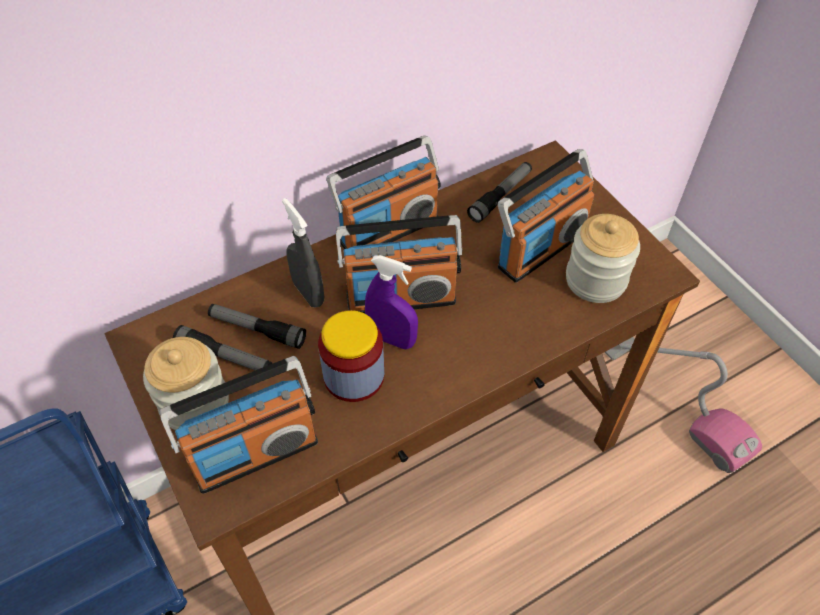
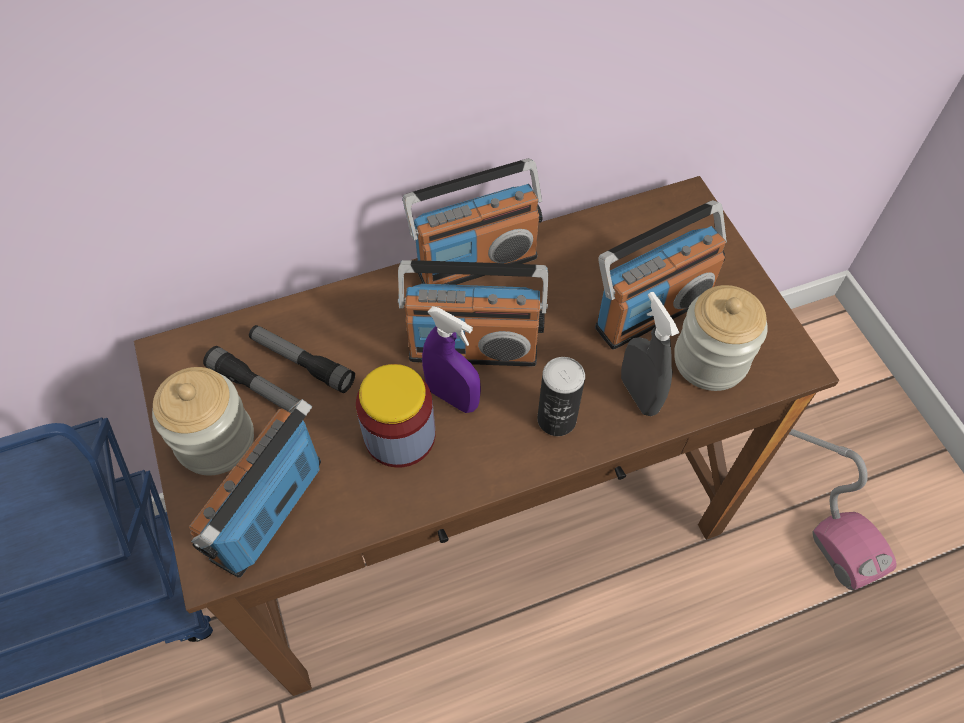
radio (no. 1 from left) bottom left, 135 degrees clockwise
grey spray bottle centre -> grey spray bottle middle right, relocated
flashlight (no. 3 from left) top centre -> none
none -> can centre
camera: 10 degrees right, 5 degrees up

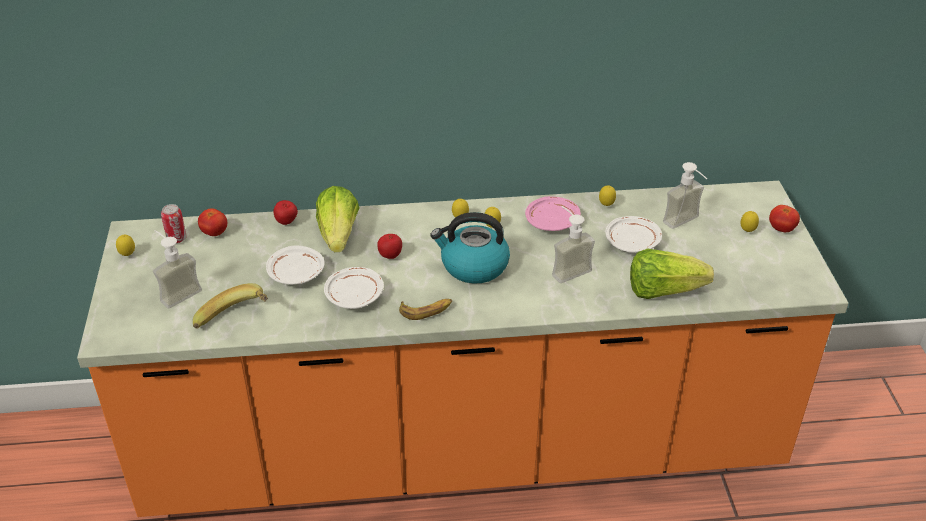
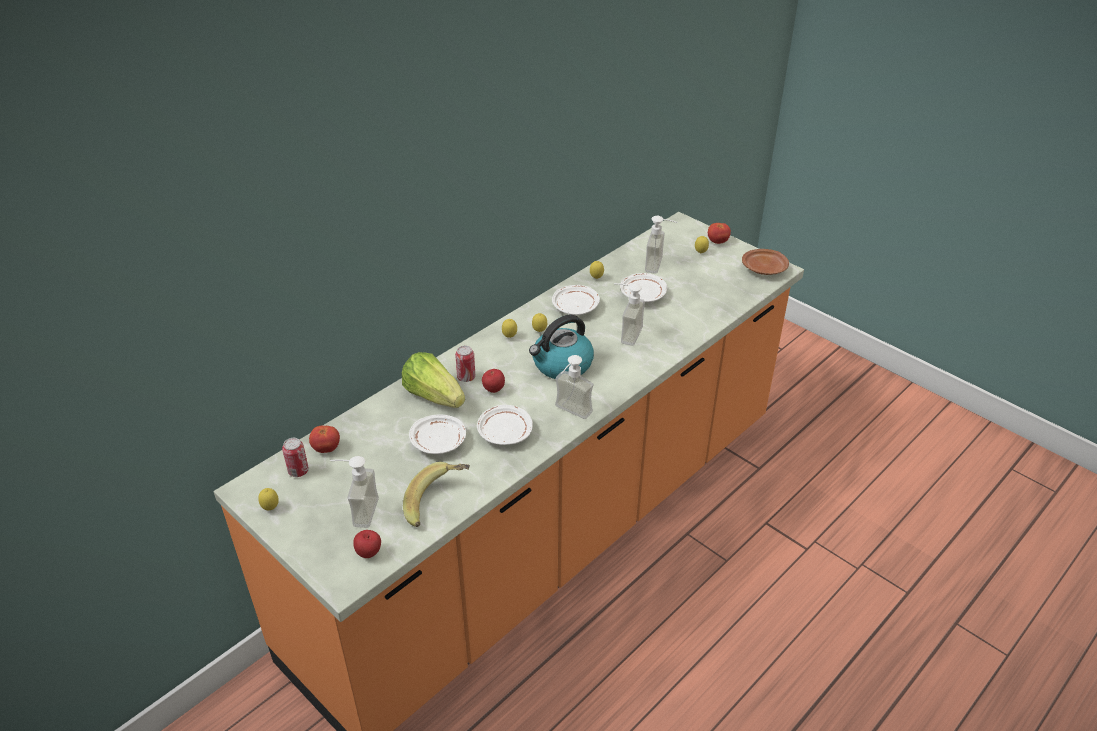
apple (no. 1 from left) middle left -> apple (no. 1 from left) bottom centre, relocated
banana (no. 2 from left) centre -> soap dispenser (no. 2 from left) centre
pink plate centre -> white plate (no. 3 from left) centre
lettuce (no. 2 from left) middle right -> none
none -> can (no. 2 from left) centre
none -> brown plate middle right
camera: 40 degrees left, 0 degrees up

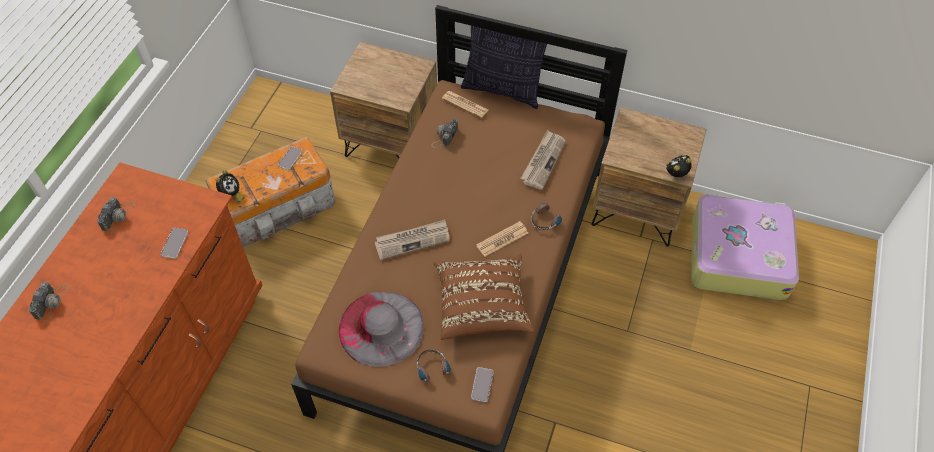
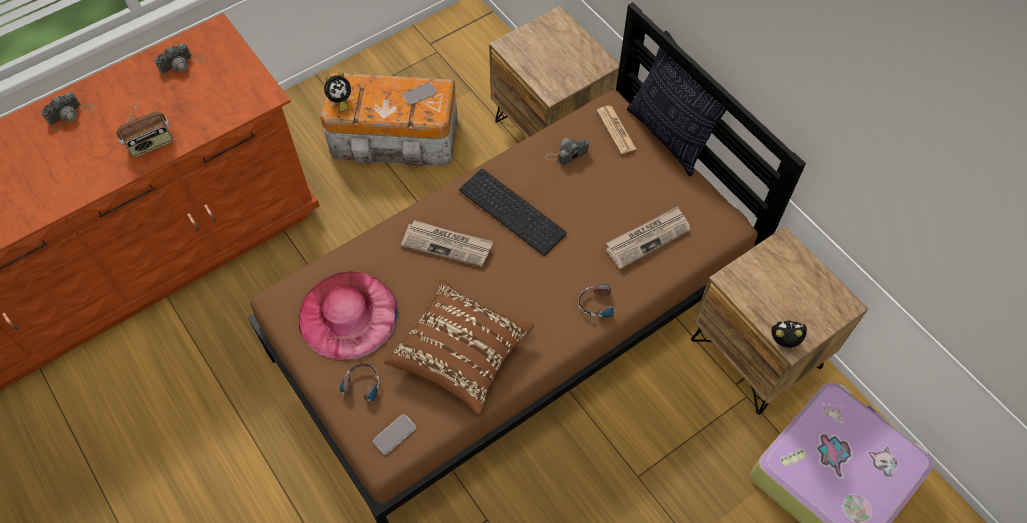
phone (no. 1 from left) middle left -> none
grey hat bottom centre -> pink hat centre
newspaper (no. 3 from left) centre -> none
none -> radio top left
none -> keyboard centre
camera: 35 degrees right, 5 degrees up

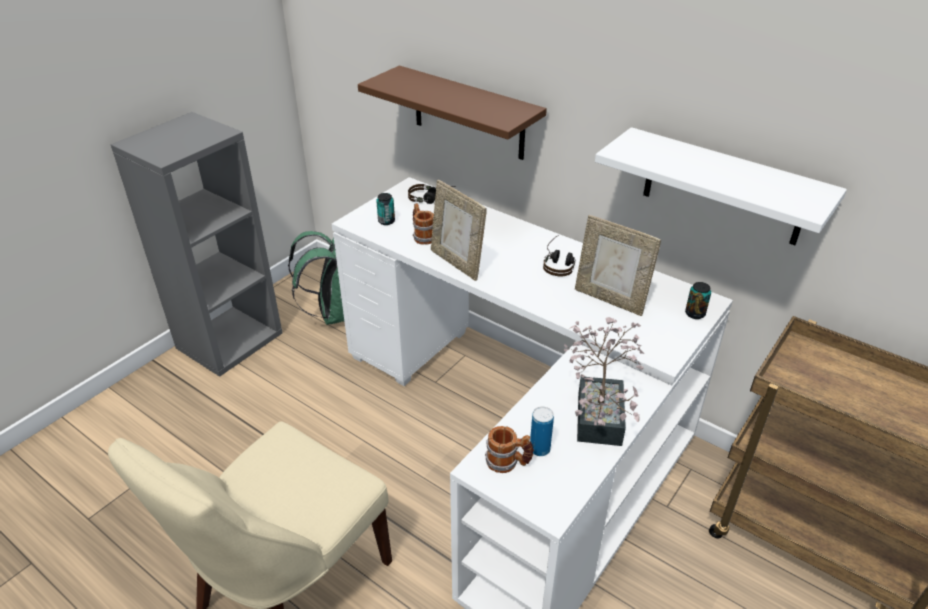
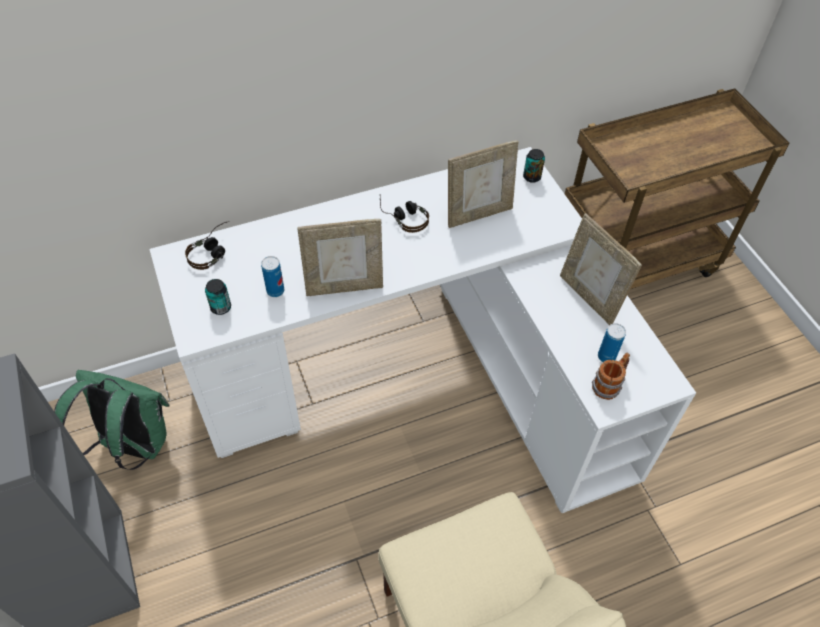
brown shelf top centre -> none
mug (no. 1 from left) centre -> can (no. 2 from left) middle left
potted plant centre -> picture frame (no. 3 from left) middle right
white shelf top right -> none
camera: 60 degrees left, 15 degrees up

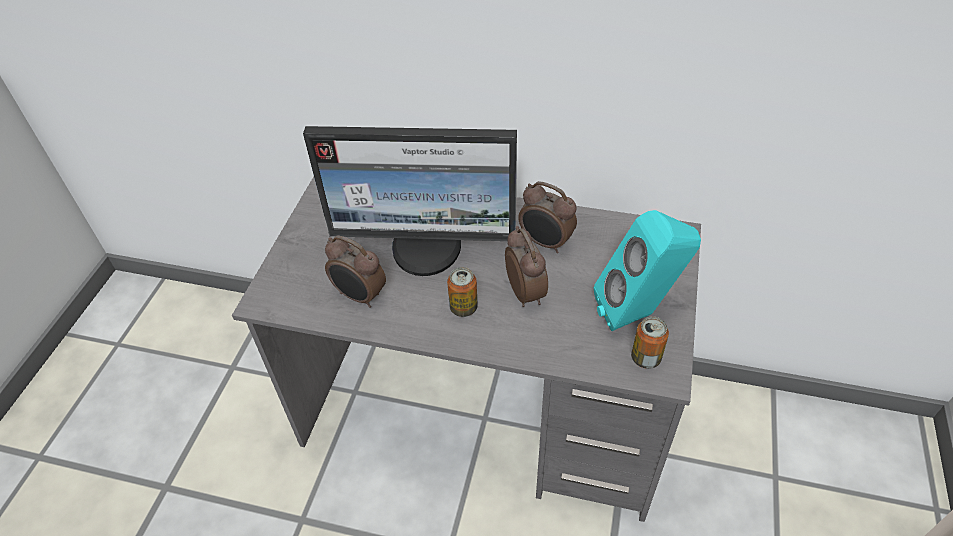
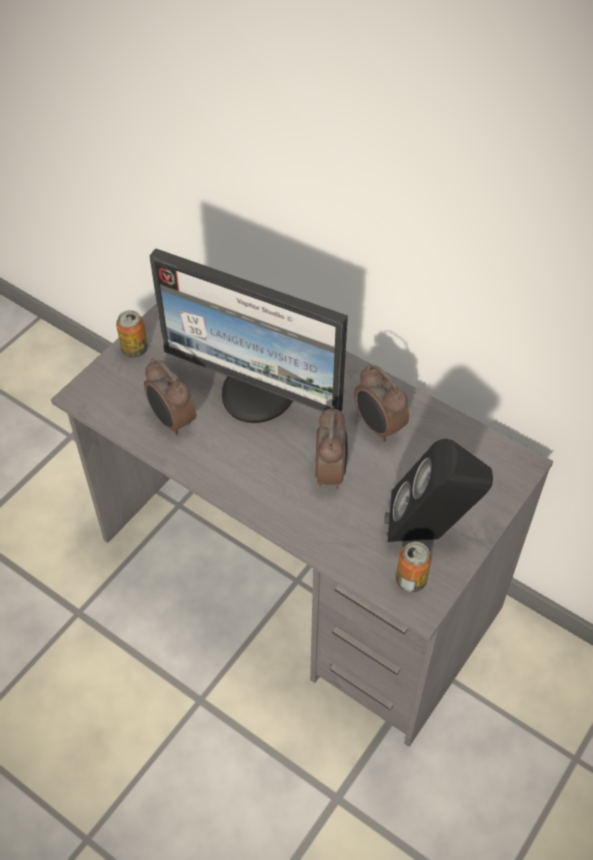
can (no. 1 from left) centre -> can (no. 1 from left) middle left, relocated
turquoise speaker middle right -> black speaker middle right
camera: 20 degrees right, 5 degrees up

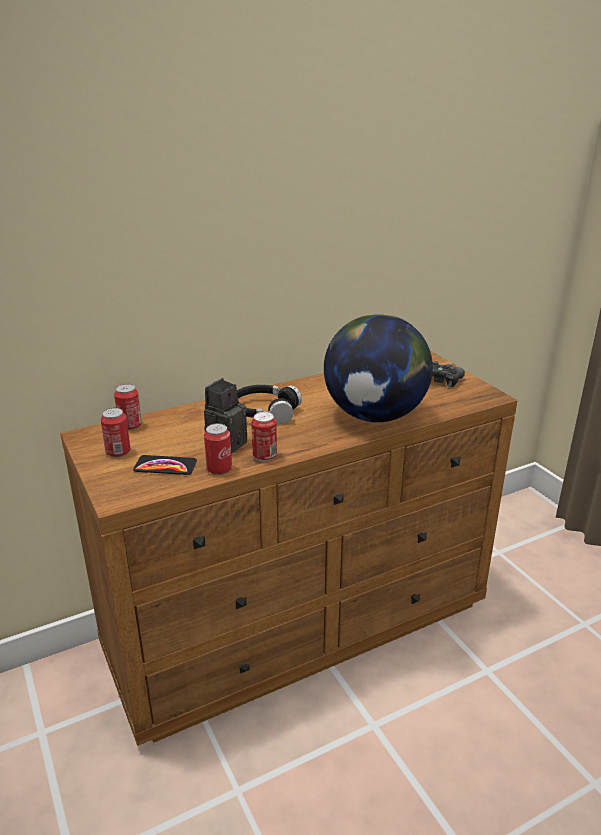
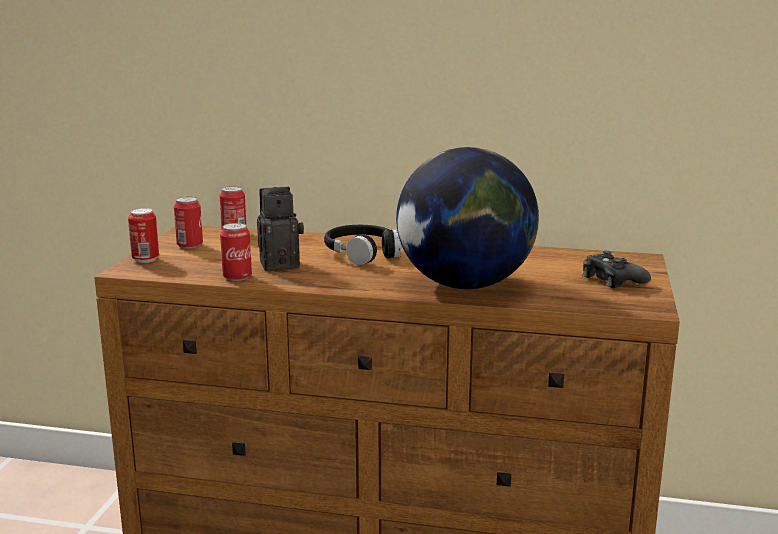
phone middle left -> none
can (no. 4 from left in the first image) centre -> can (no. 1 from left) middle left, relocated
camera: 40 degrees right, 10 degrees down

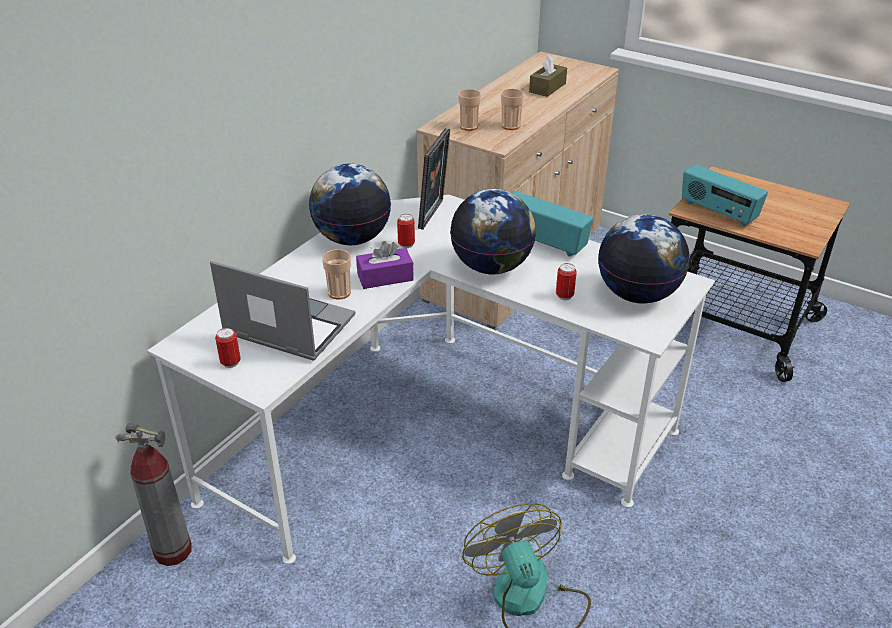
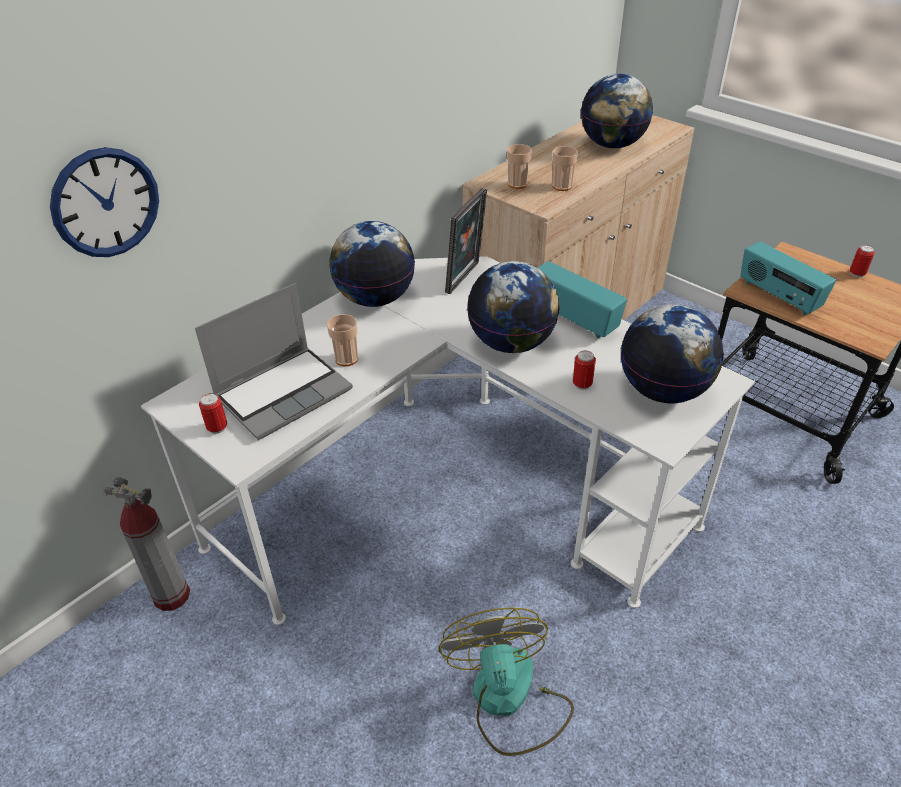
laptop middle left, 105 degrees clockwise
purple tissue box centre -> none
can (no. 2 from left in the first image) centre -> can (no. 3 from left) top right, relocated
brown tissue box top centre -> globe (no. 3 from left) top right
none -> wall clock top left
camera: 10 degrees right, 5 degrees up

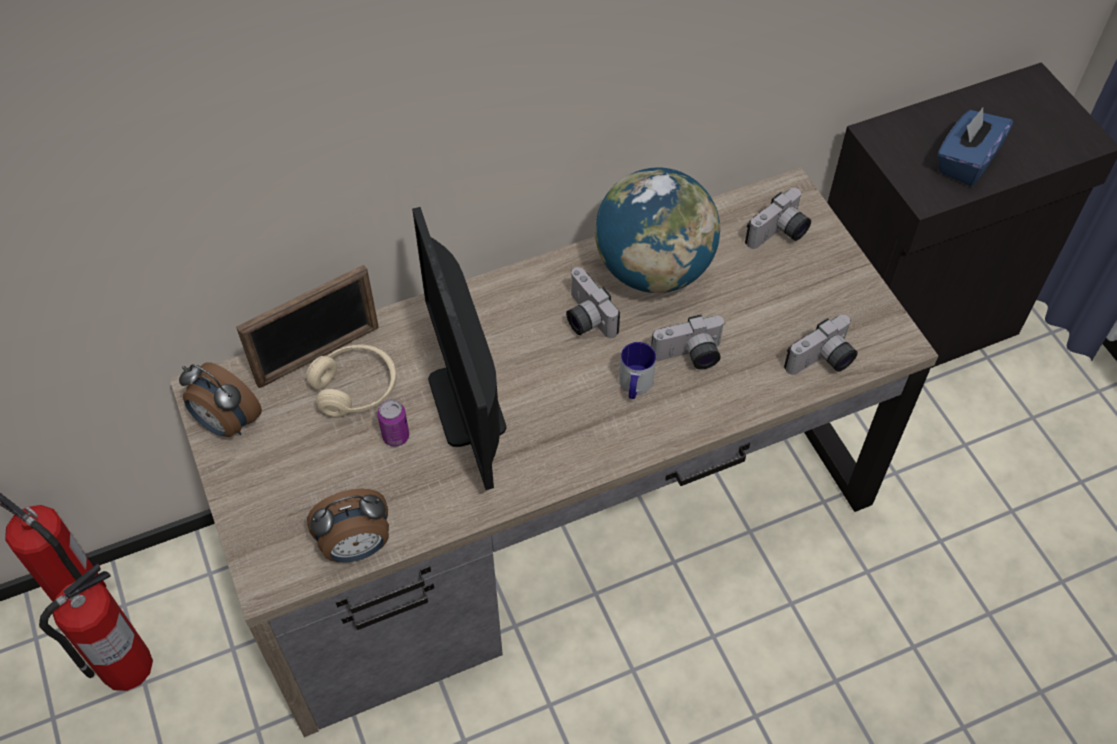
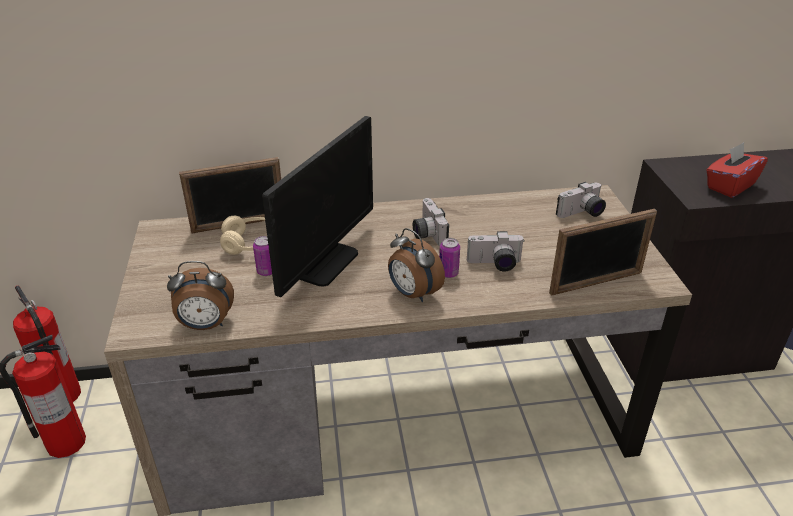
alarm clock (no. 1 from left in the first image) middle left -> alarm clock (no. 2 from left) centre, relocated
monitor centre, 150 degrees counterclockwise
globe top centre -> none
mug centre -> can (no. 2 from left) centre
photo camera (no. 4 from left) middle right -> picture frame (no. 2 from left) middle right
blue tissue box top right -> red tissue box top right
camera: 15 degrees right, 20 degrees down

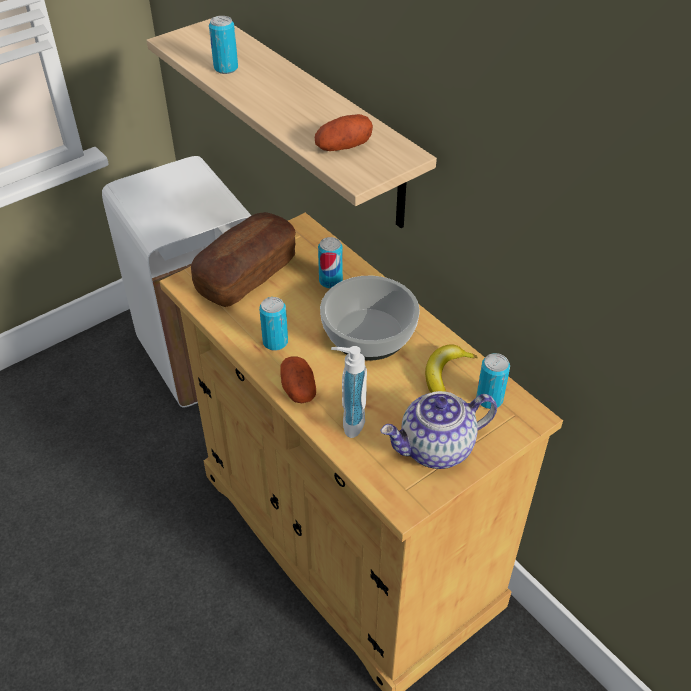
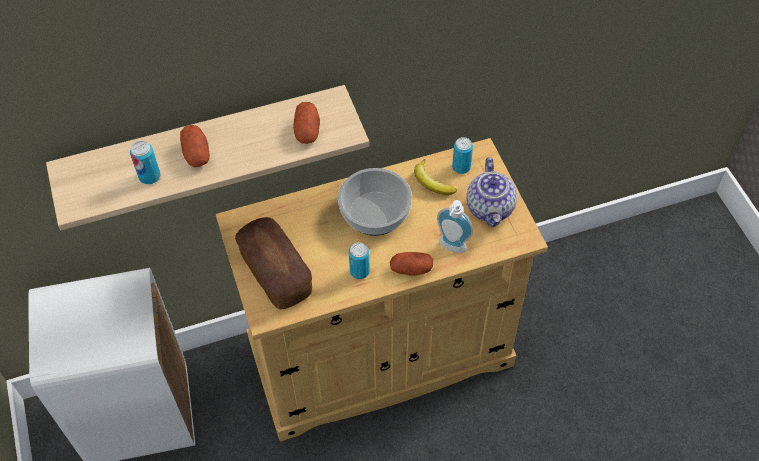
can (no. 3 from left) centre -> none
none -> potato (no. 1 from left) top left
camera: 70 degrees left, 10 degrees up

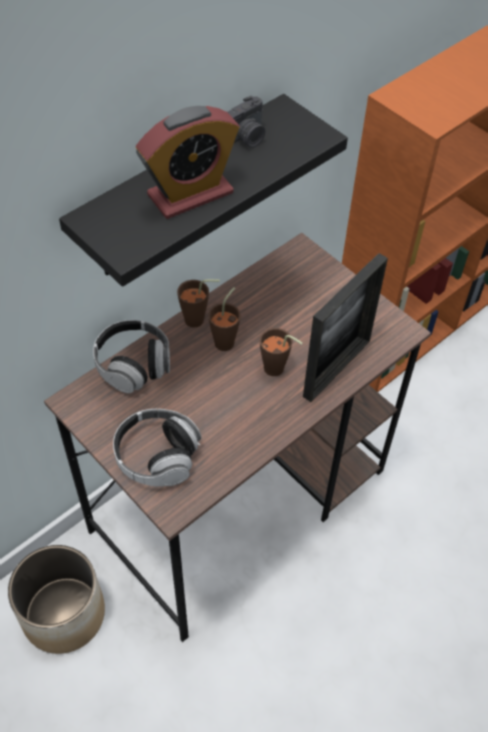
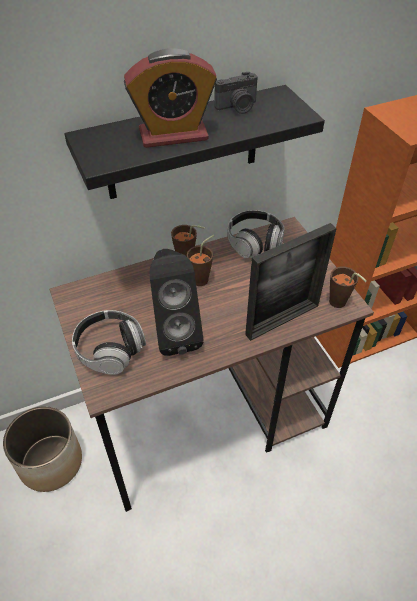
headphones (no. 1 from left in the first image) middle left -> headphones (no. 2 from left) centre, relocated
brown cup (no. 3 from left) centre -> brown cup (no. 3 from left) middle right, relocated
none -> black speaker centre
camera: 20 degrees right, 5 degrees down

